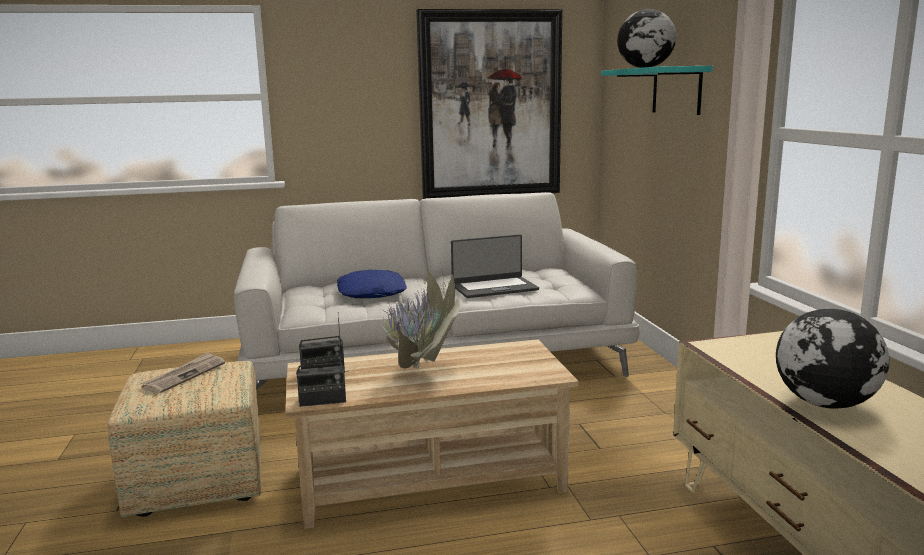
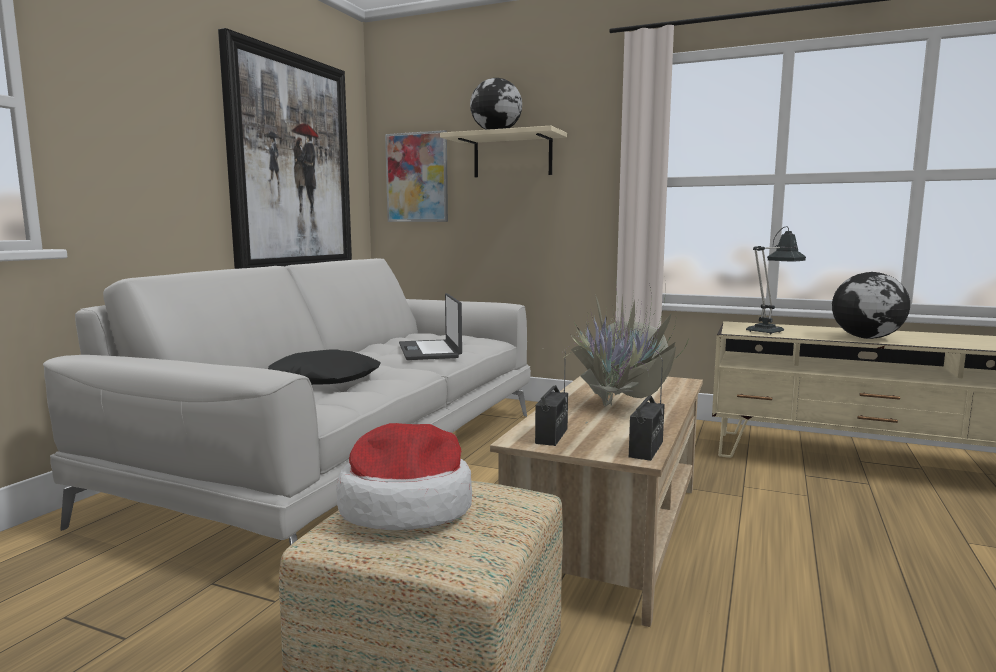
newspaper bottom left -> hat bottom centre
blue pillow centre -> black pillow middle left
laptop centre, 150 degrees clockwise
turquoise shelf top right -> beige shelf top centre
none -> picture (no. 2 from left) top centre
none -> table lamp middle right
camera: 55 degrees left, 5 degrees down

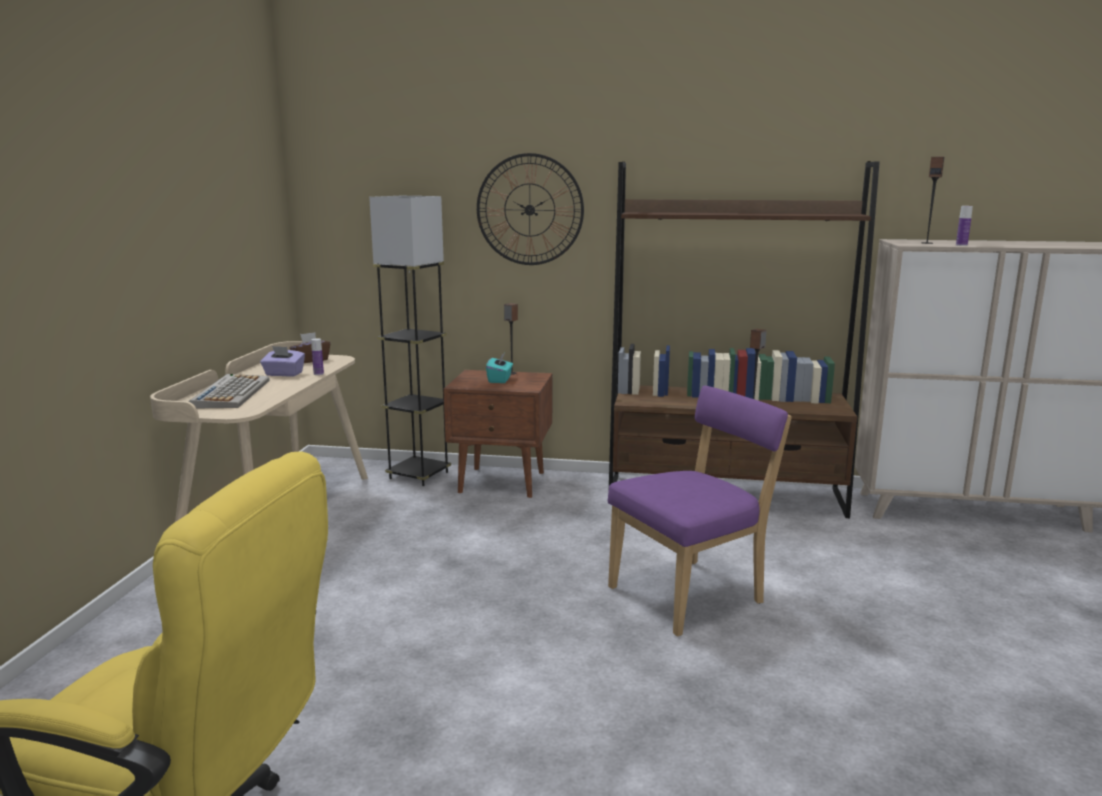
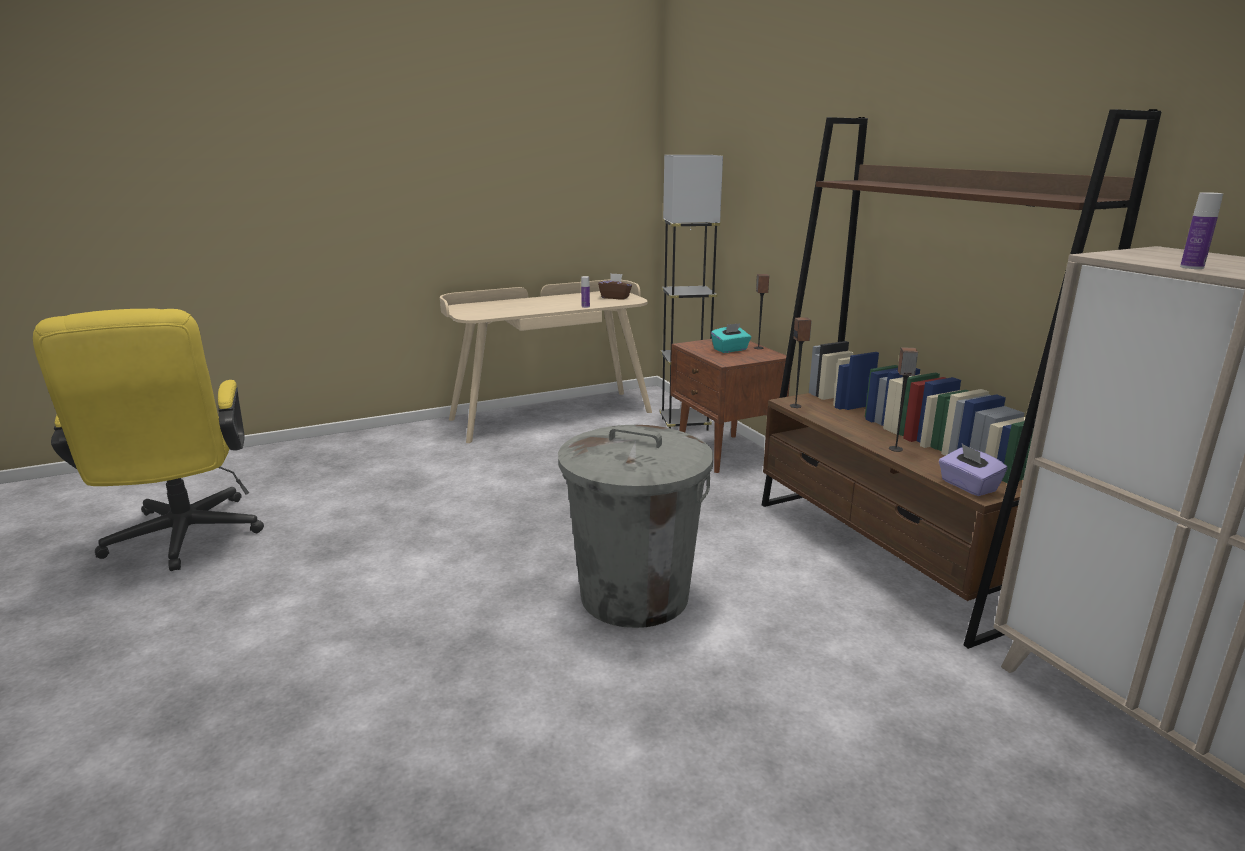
keyboard middle left -> none
purple tissue box middle left -> purple tissue box middle right, relocated
wall clock top centre -> none
purple chair centre -> grey trash can centre
speaker (no. 3 from left in the first image) top right -> speaker (no. 2 from left) centre, relocated
camera: 55 degrees right, 5 degrees up

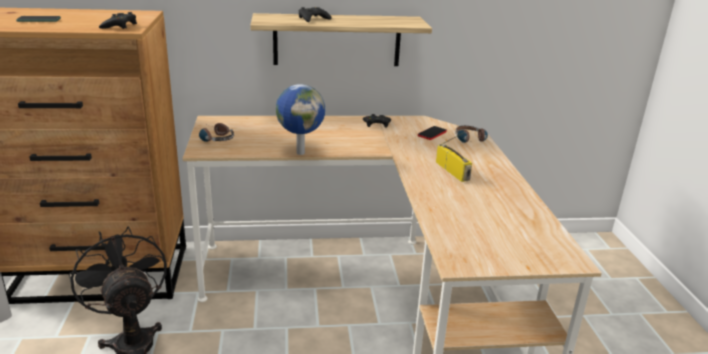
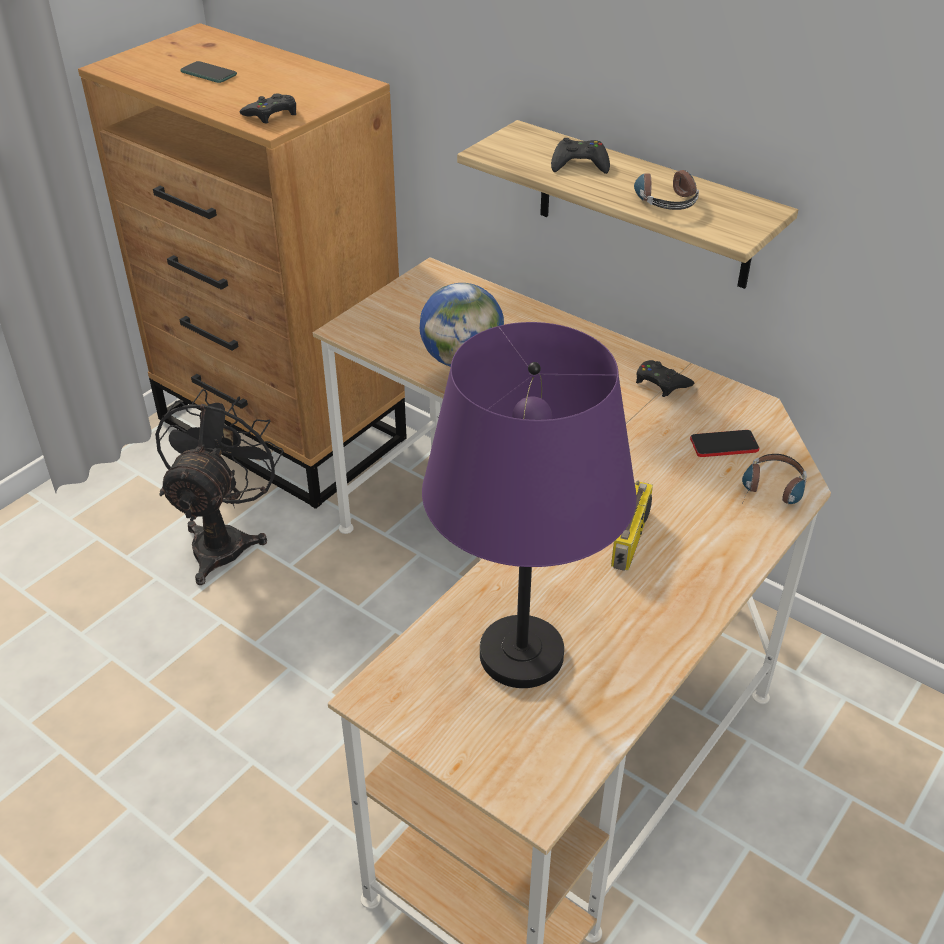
headphones (no. 1 from left) middle left -> headphones (no. 1 from left) top right, relocated
none -> purple table lamp centre
camera: 45 degrees right, 15 degrees up

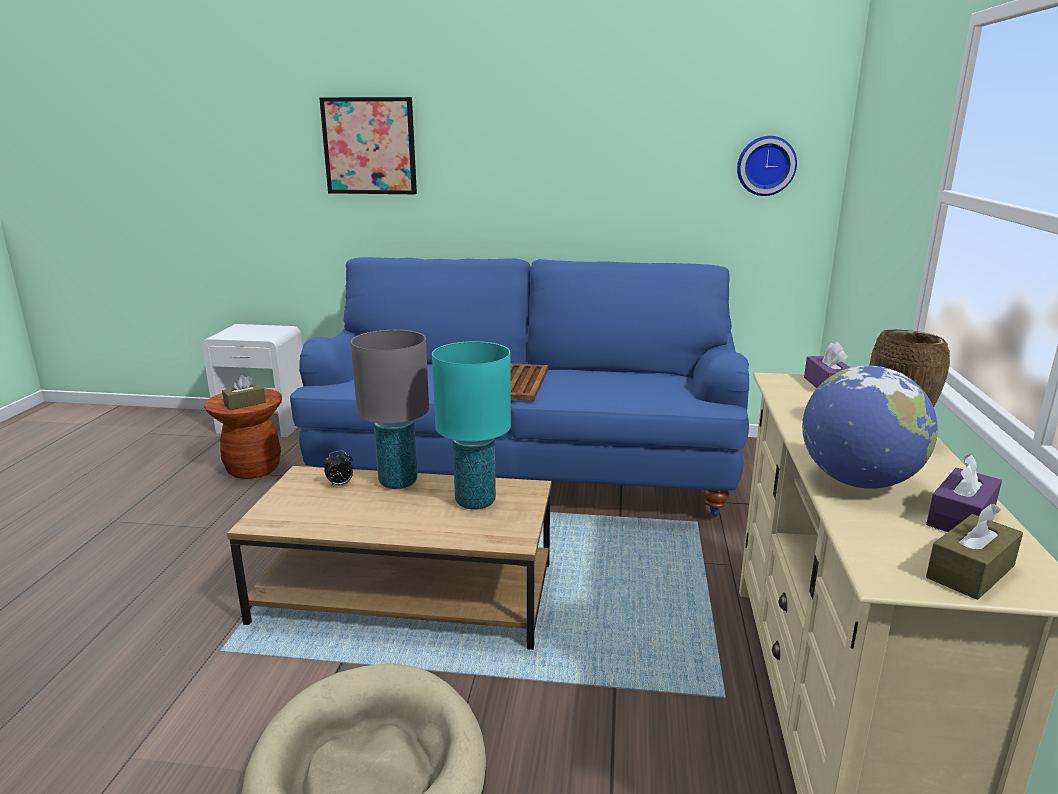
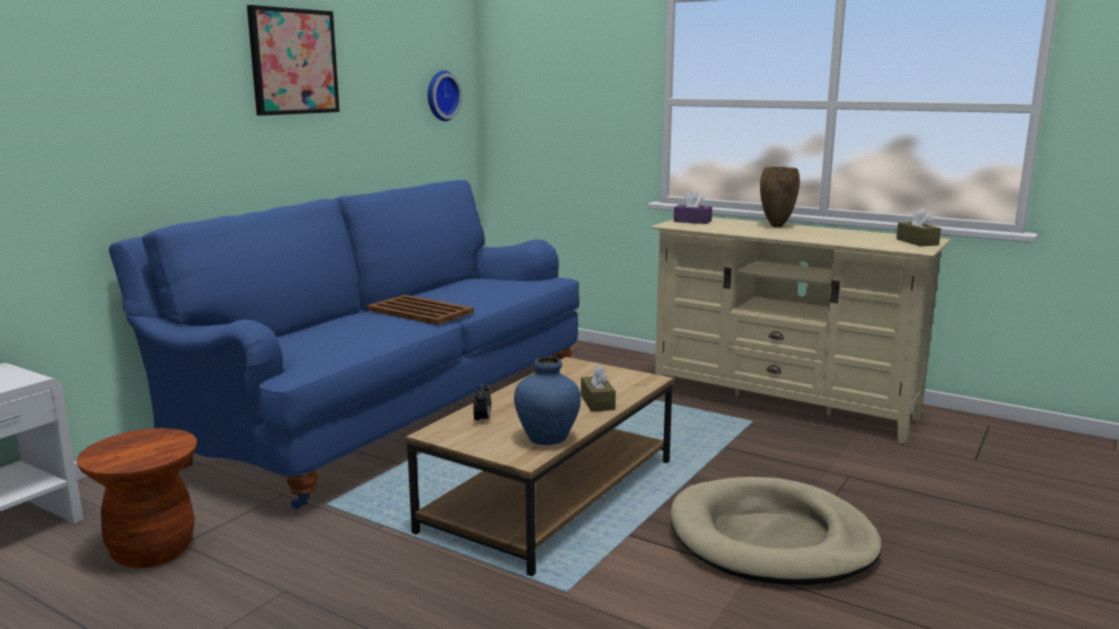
brown tissue box (no. 1 from left) middle left -> brown tissue box (no. 1 from left) centre, relocated
picture top centre -> picture top left, relocated
grey table lamp centre -> none
turquoise table lamp centre -> none
globe middle right -> none
purple tissue box (no. 2 from left) middle right -> none
none -> blue vase centre
camera: 65 degrees left, 5 degrees down

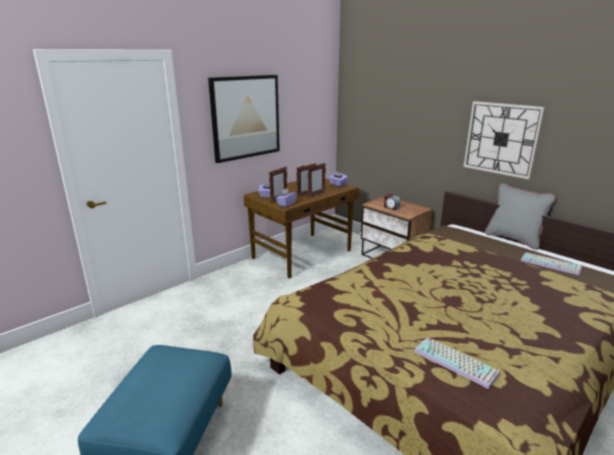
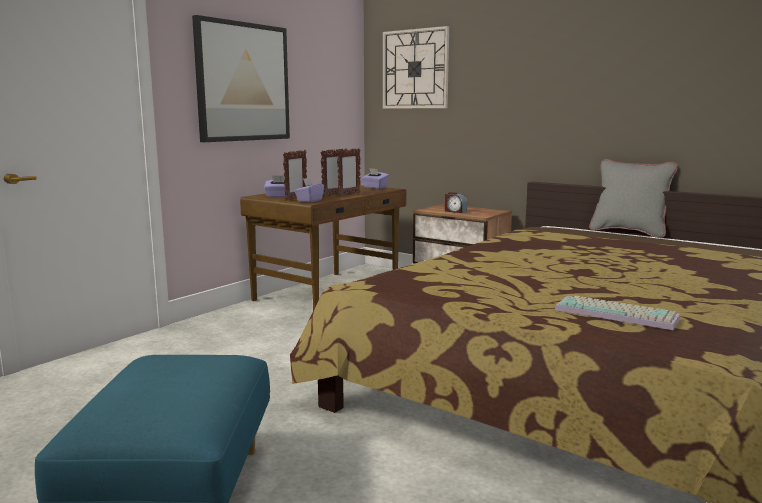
wall clock top right -> wall clock top centre, relocated
keyboard (no. 2 from left) middle right -> none
camera: 10 degrees left, 10 degrees down

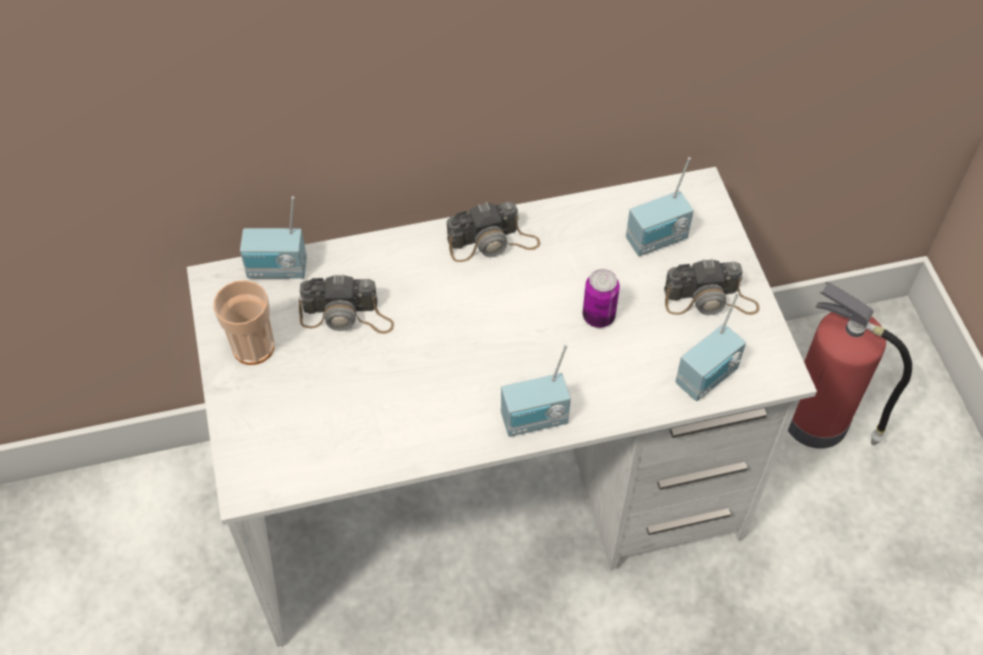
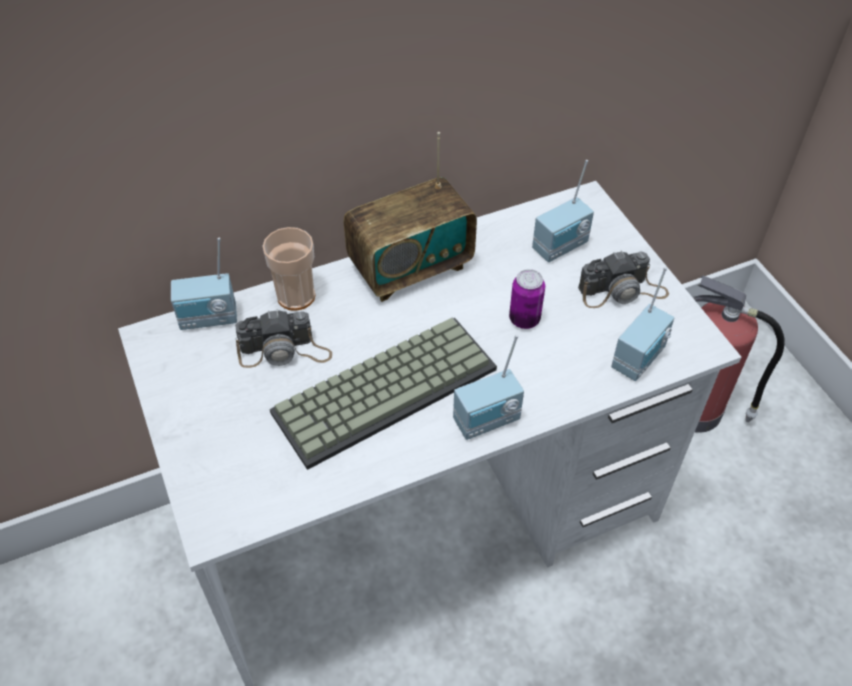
cup middle left -> cup centre, relocated
photo camera (no. 2 from left) centre -> radio (no. 2 from left) top centre
none -> keyboard centre
camera: 10 degrees left, 5 degrees down

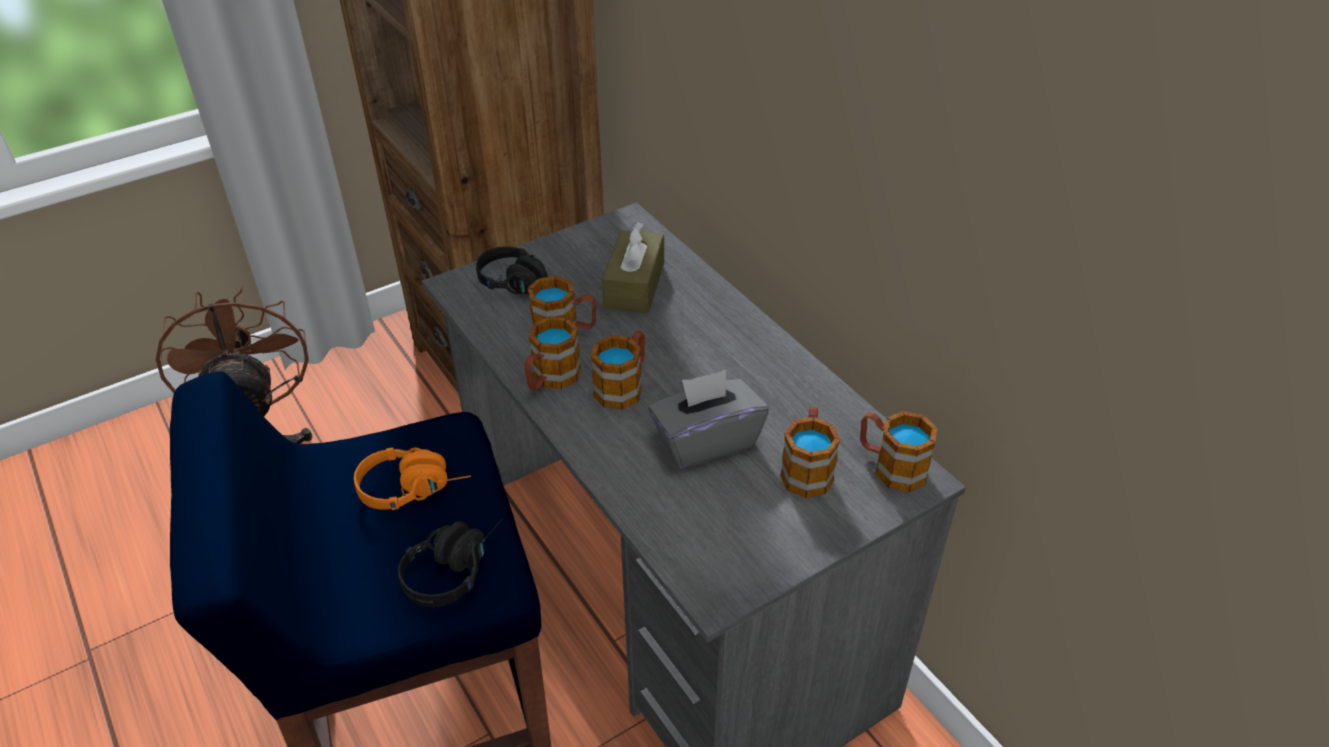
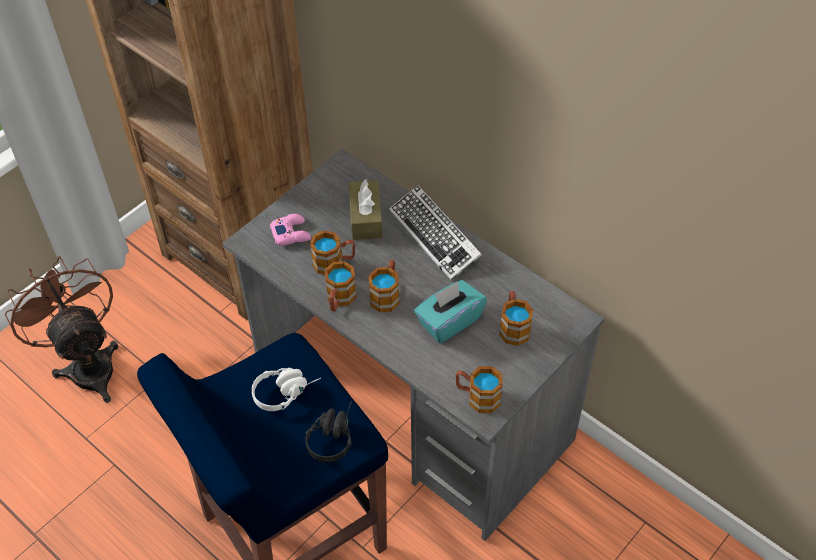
orange headphones middle left -> white headphones bottom centre
black headphones (no. 2 from left) centre -> pink game controller centre
grey tissue box centre -> turquoise tissue box centre
mug (no. 5 from left in the first image) middle right -> mug (no. 4 from left) bottom centre, relocated
none -> keyboard centre
camera: 15 degrees left, 10 degrees up

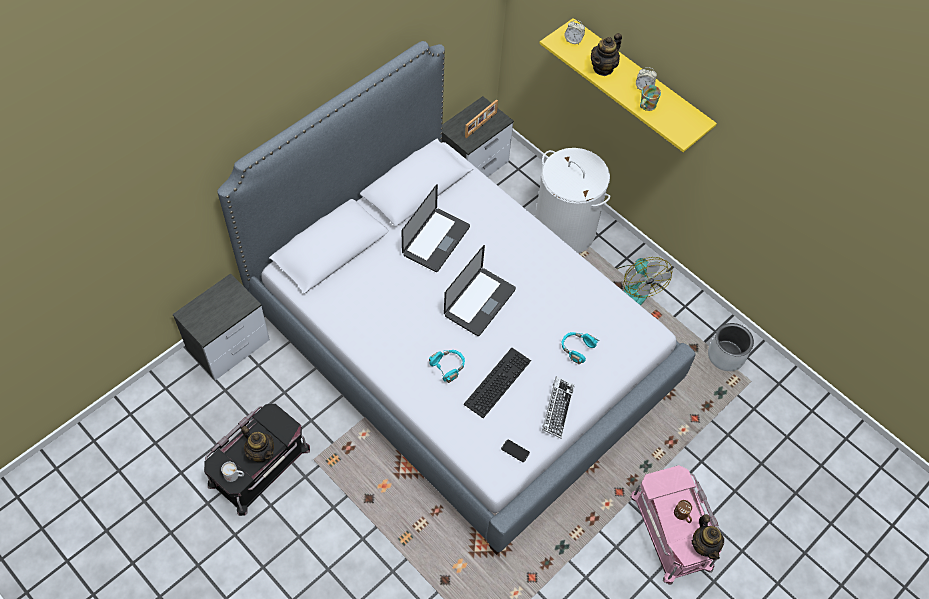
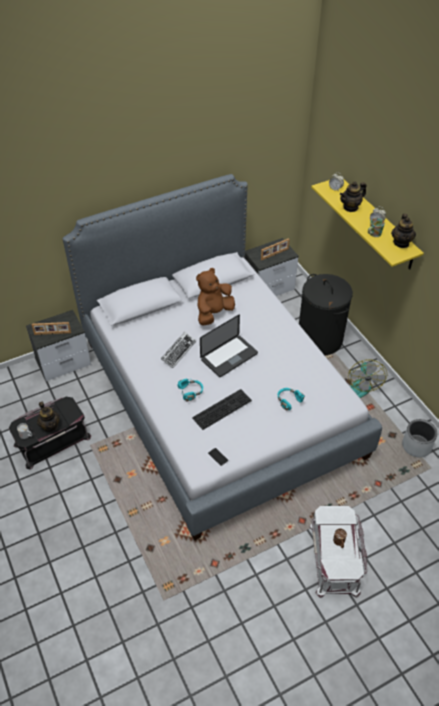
laptop (no. 1 from left) centre -> brown plush toy centre
white laundry basket centre -> black laundry basket middle right
keyboard (no. 2 from left in the first image) bottom centre -> keyboard (no. 1 from left) centre, relocated
pink storage box bottom right -> white storage box bottom right
teapot (no. 3 from left) bottom right -> teapot (no. 3 from left) top right, relocated
none -> picture frame (no. 1 from left) middle left
camera: 20 degrees right, 10 degrees down

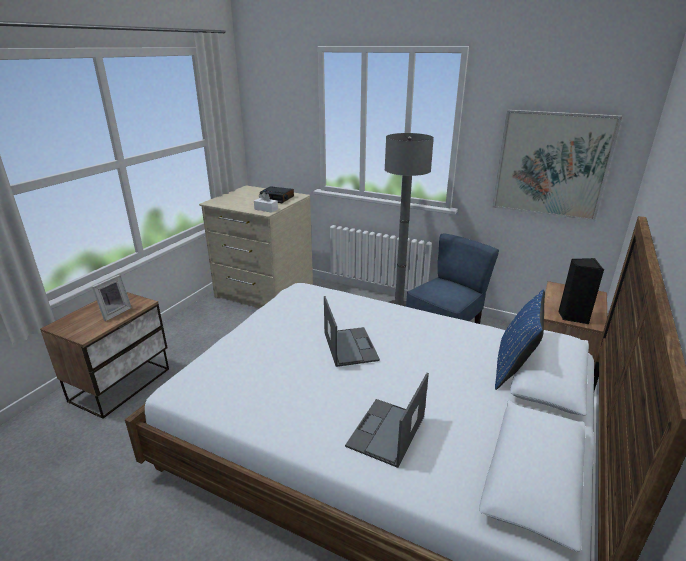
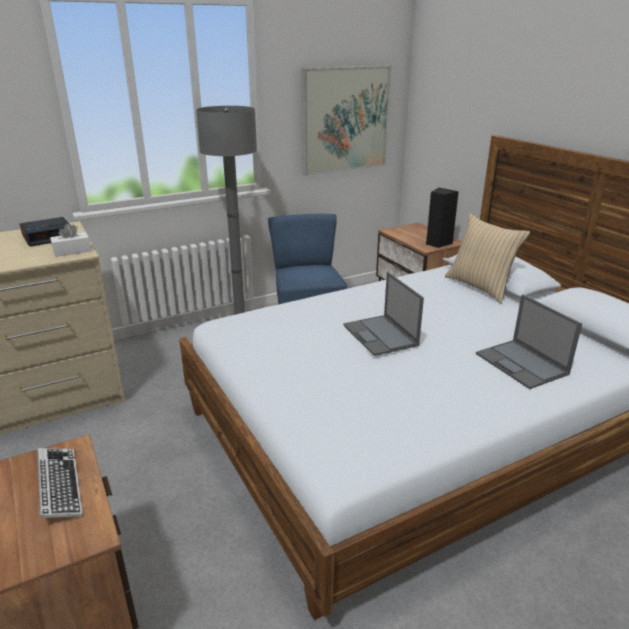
picture frame middle left -> keyboard bottom left
laptop (no. 1 from left) centre, 135 degrees counterclockwise
blue pillow middle right -> beige pillow middle right
camera: 55 degrees left, 0 degrees up

